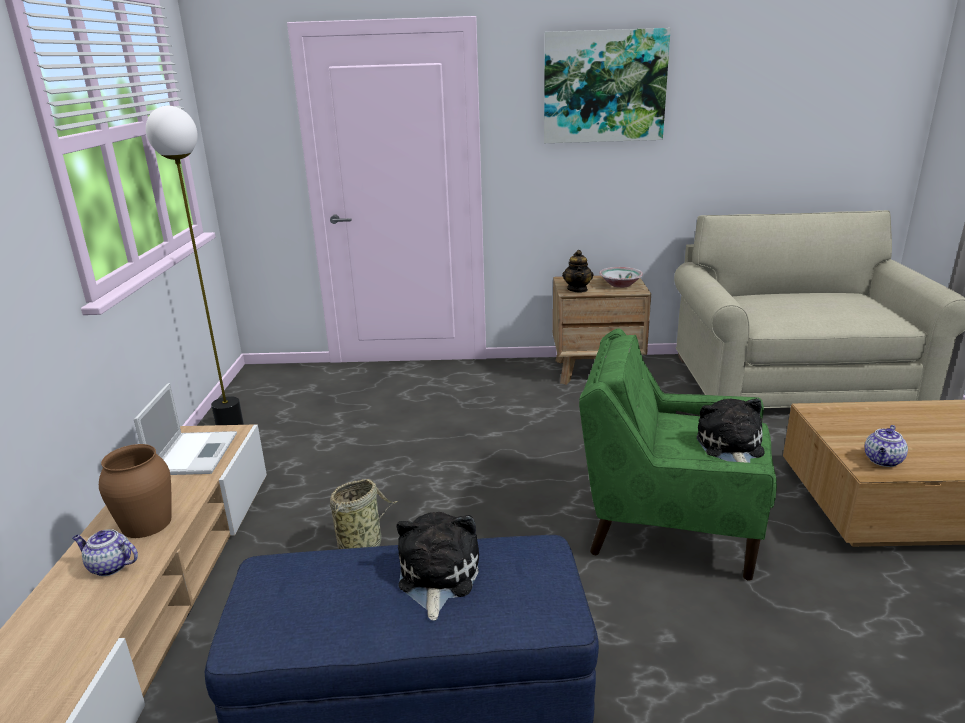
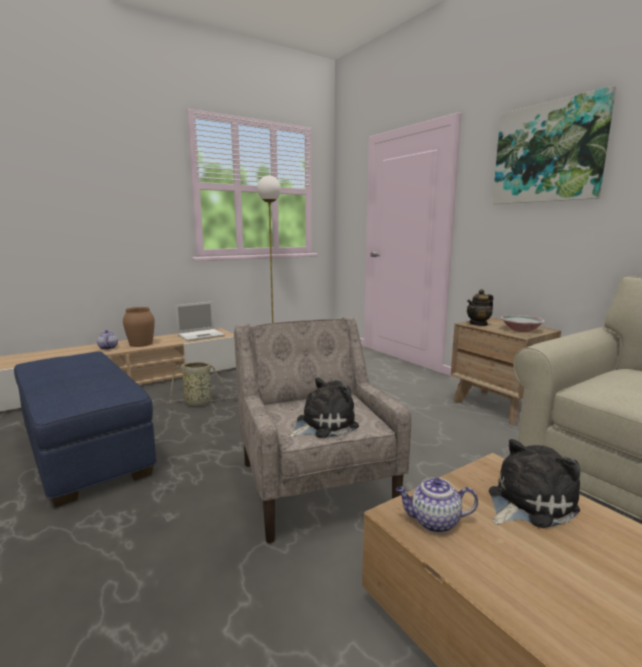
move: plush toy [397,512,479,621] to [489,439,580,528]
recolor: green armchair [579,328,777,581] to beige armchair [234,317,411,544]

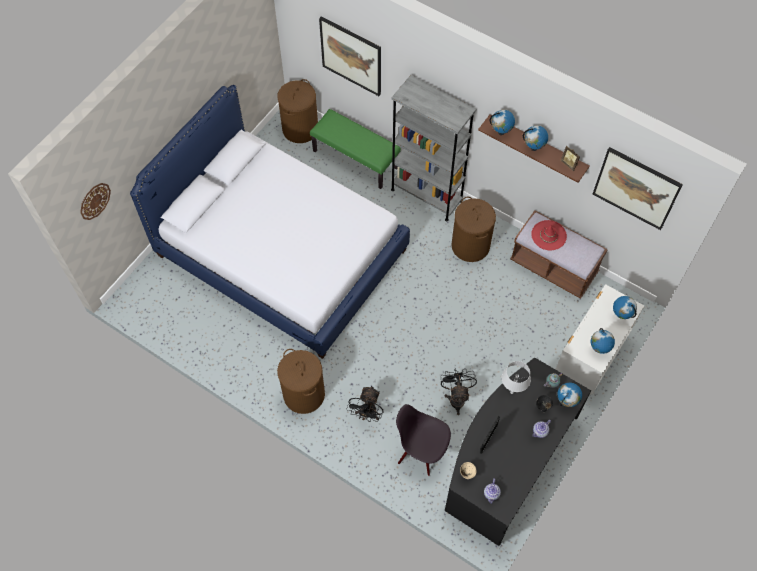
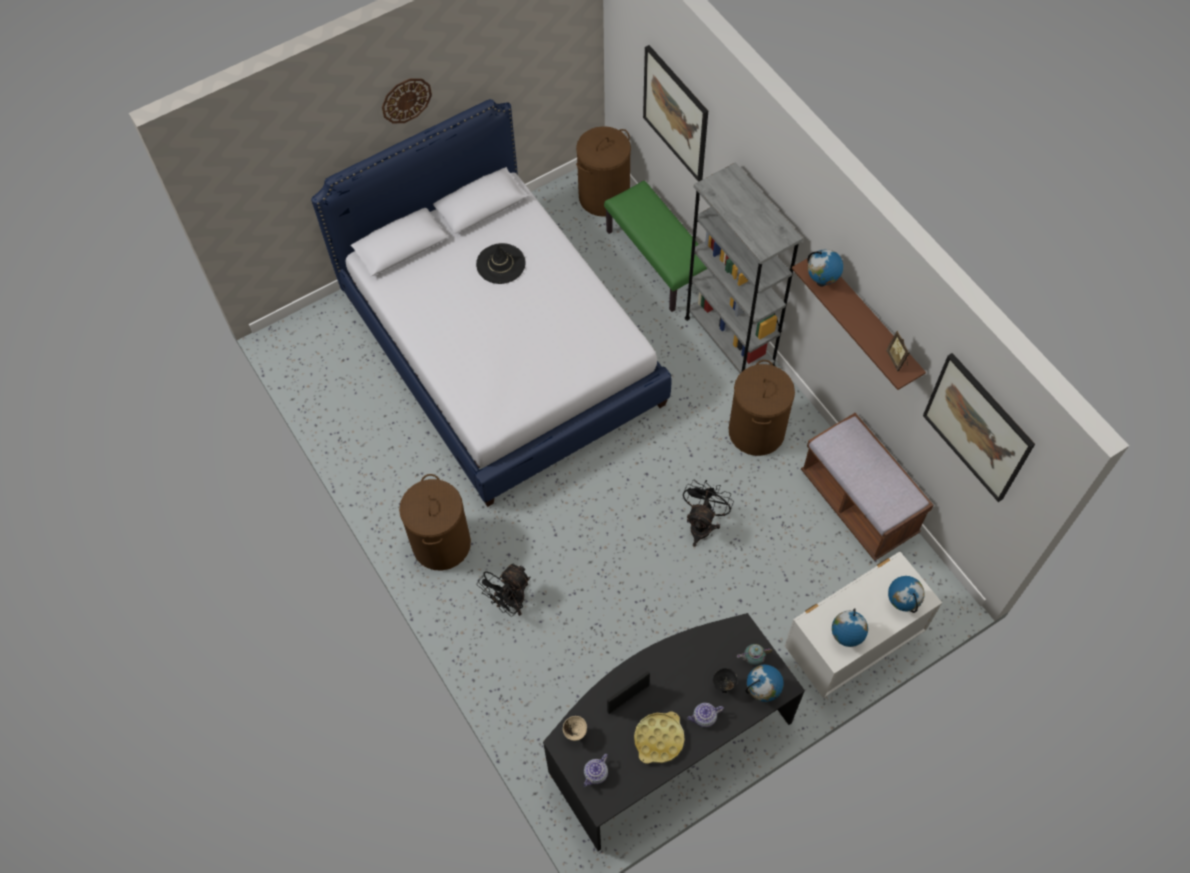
delete: black chair [396,404,451,476]; grey table lamp [502,361,531,394]; globe [523,125,548,151]; red hat [531,220,567,250]
insert: black hat [476,243,526,284]; yellow tray [634,711,685,764]
move: wall clock [80,183,111,220] to [382,78,432,124]; black fan [441,368,477,415] to [683,480,734,547]

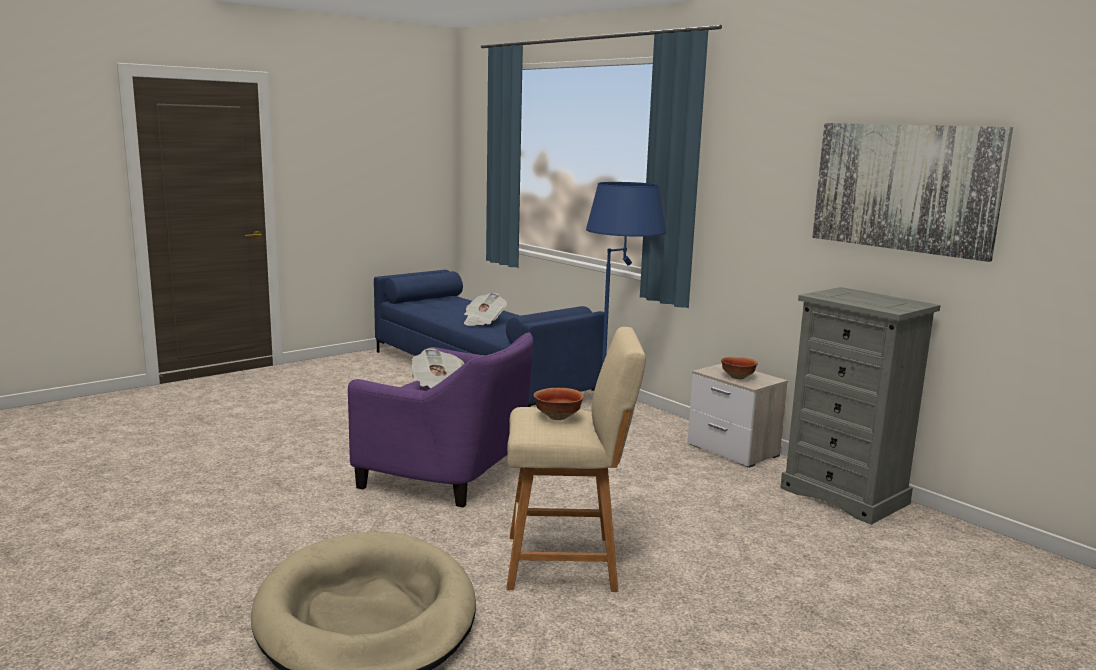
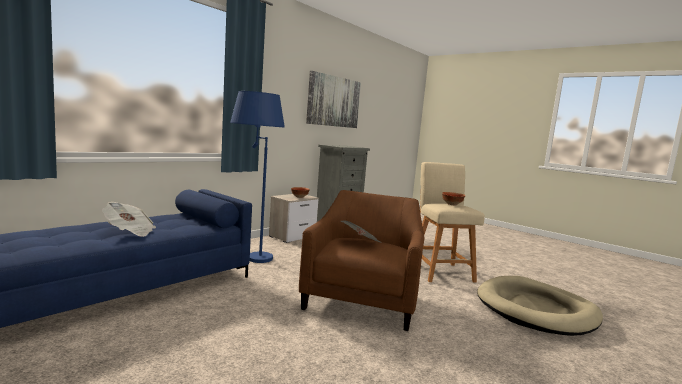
recolor: purple armchair [348,332,533,507] to brown armchair [299,190,425,331]

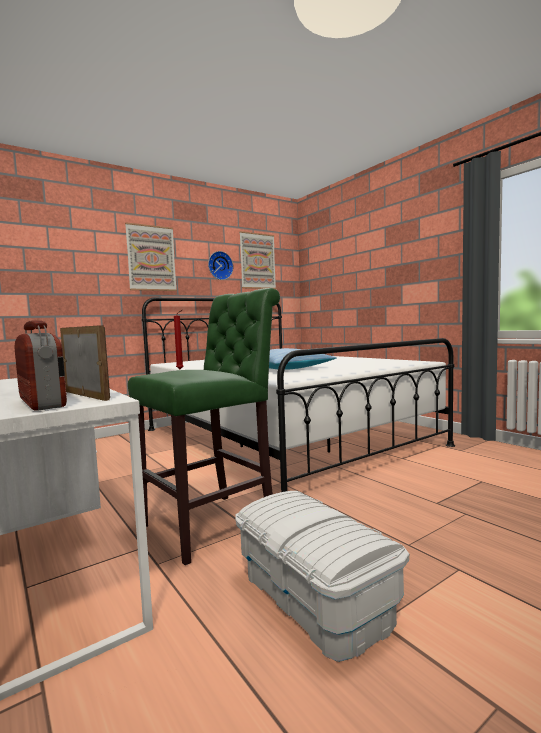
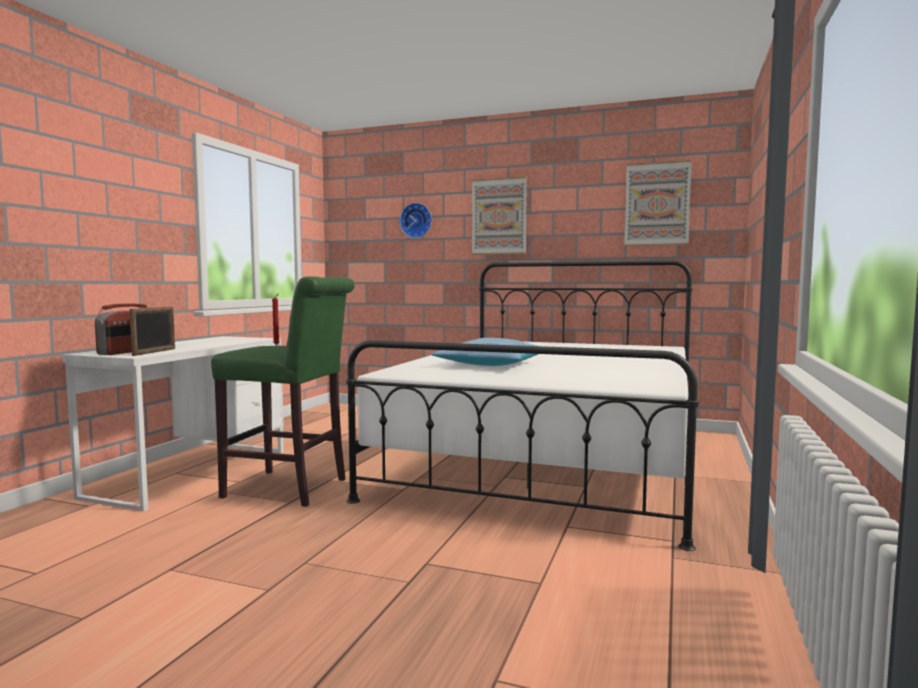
delete: white storage box [235,491,409,662]
move: wall clock [208,251,233,280] to [400,203,432,238]

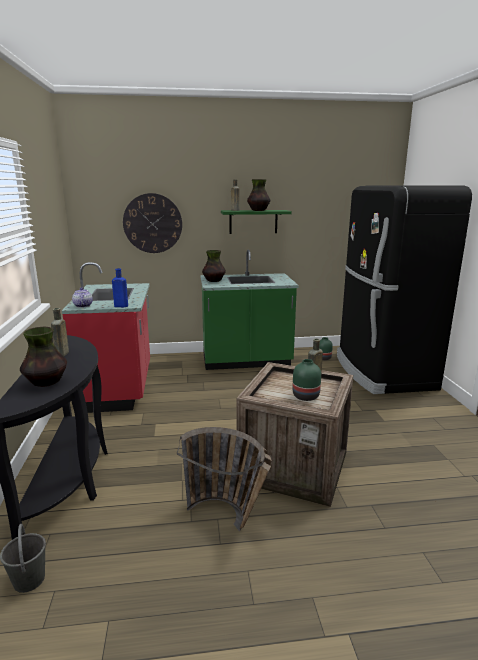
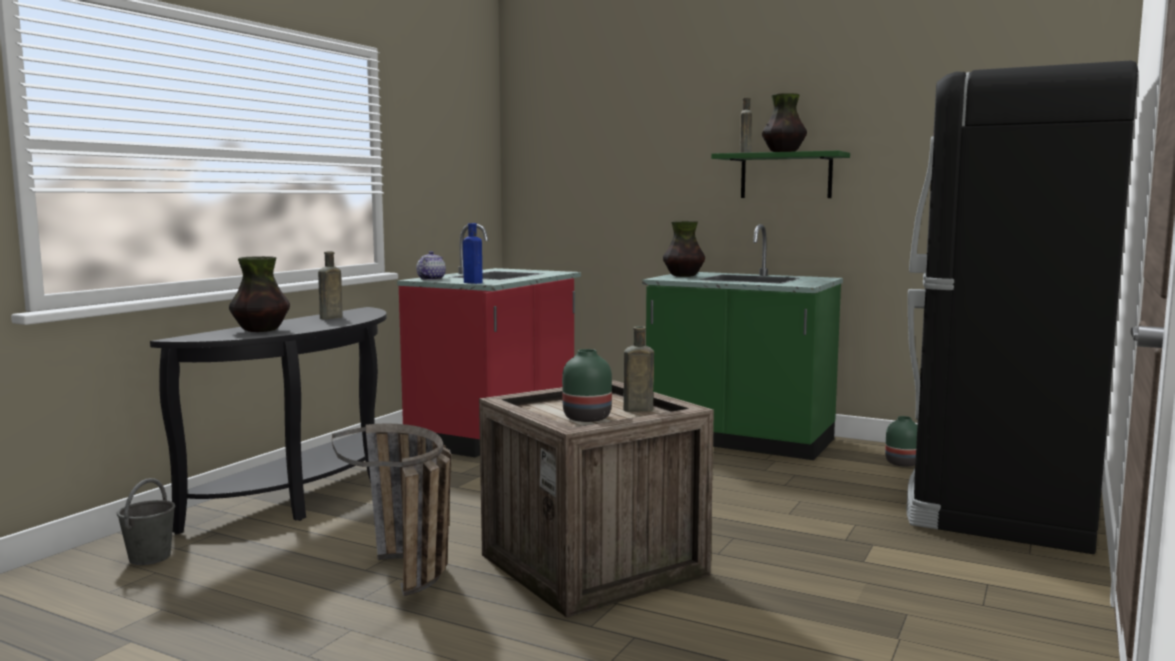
delete: wall clock [123,193,182,253]

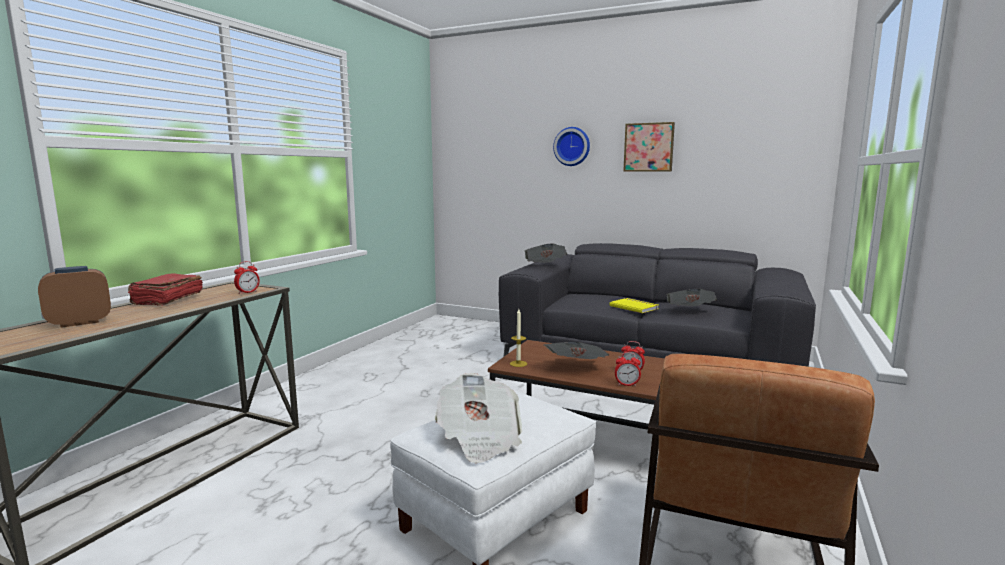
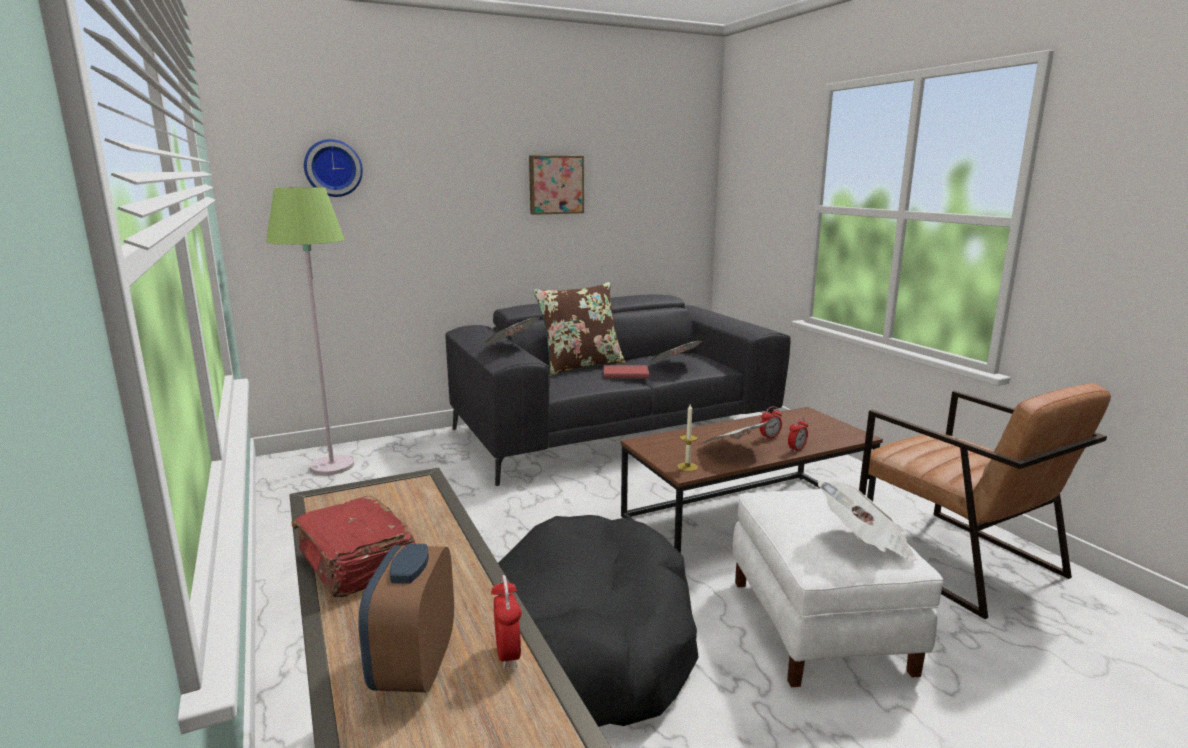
insert: green floor lamp [266,187,354,475]; black dog bed [498,515,699,727]; brown pillow [533,282,625,376]
move: alarm clock [234,261,260,294] to [491,575,522,669]; wall clock [553,127,590,166] to [304,139,363,197]
recolor: yellow book [609,298,659,313] to red book [604,365,649,378]

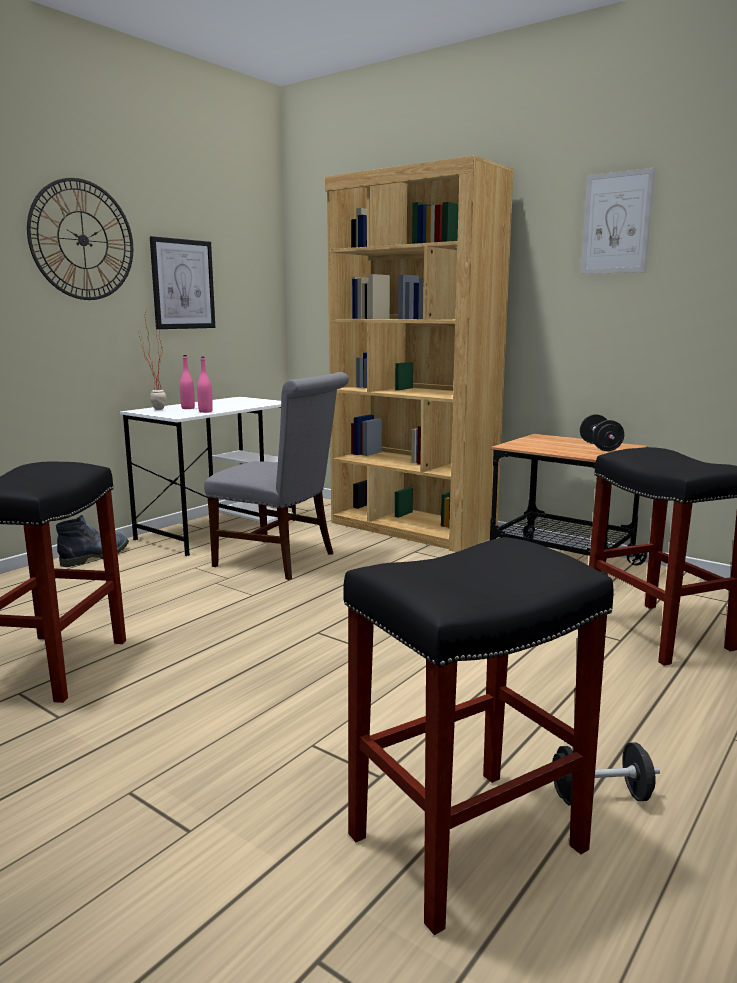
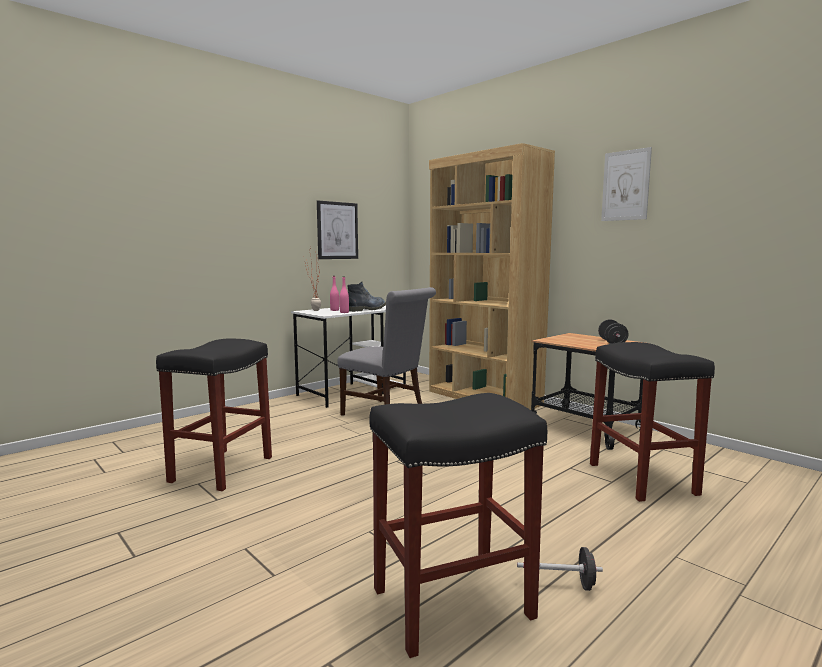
delete: wall clock [27,178,133,300]
move: boot [56,515,129,567] to [347,282,386,312]

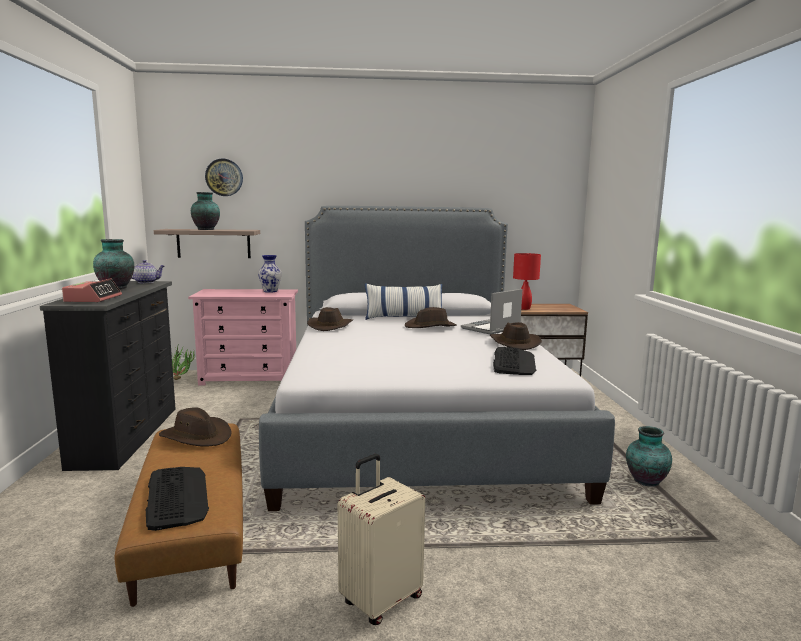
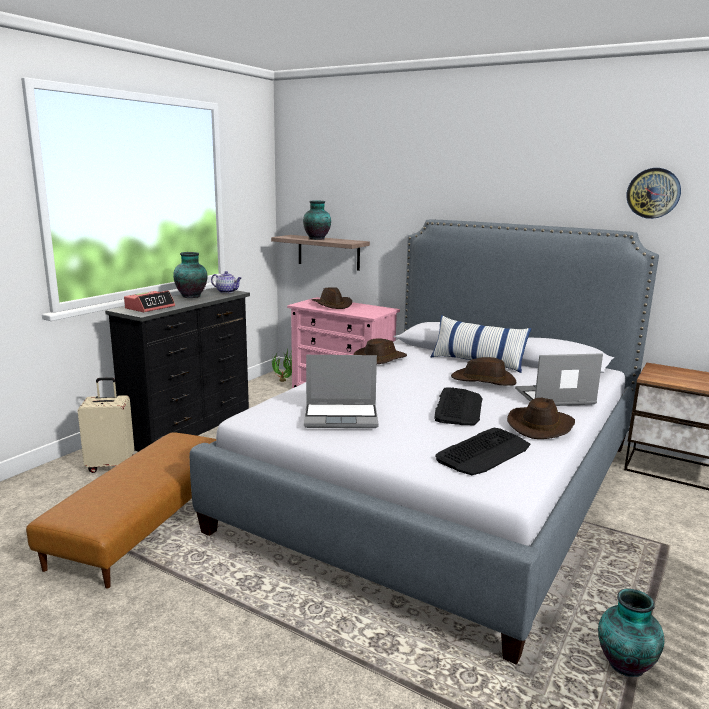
delete: vase [258,255,282,293]; red table lamp [513,253,541,310]
insert: laptop [304,355,379,428]
move: keyboard [146,467,209,531] to [434,387,483,425]; brown hat [159,407,231,447] to [312,287,352,309]; wall clock [205,159,243,196] to [626,168,681,219]; beige suitcase [338,454,425,625] to [77,377,134,473]

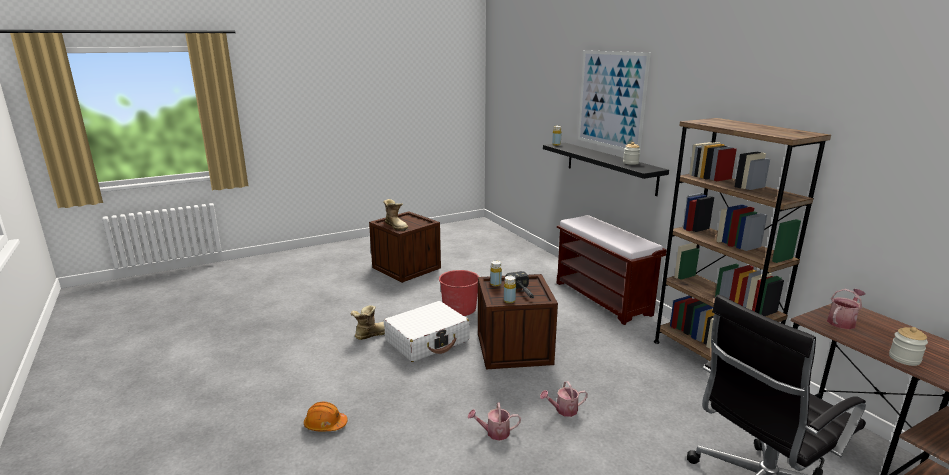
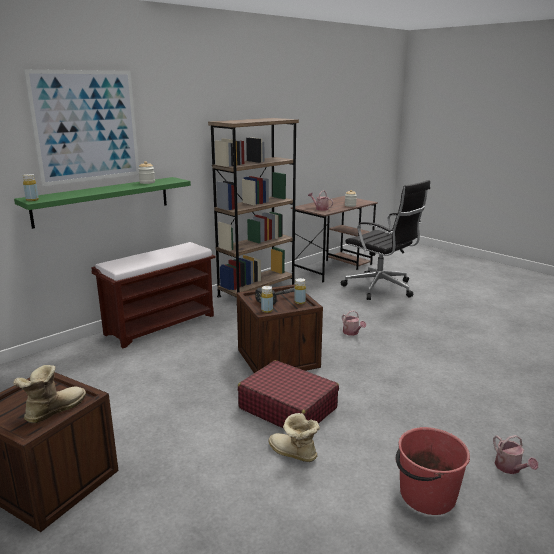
delete: orange hard hat [304,402,348,432]
move: red bucket [439,270,479,316] to [396,427,470,515]; watering can [468,403,521,441] to [493,435,538,474]
recolor: white suitcase [384,301,470,362] to red suitcase [238,360,339,429]; black shelf [543,143,669,196] to green shelf [14,177,191,229]

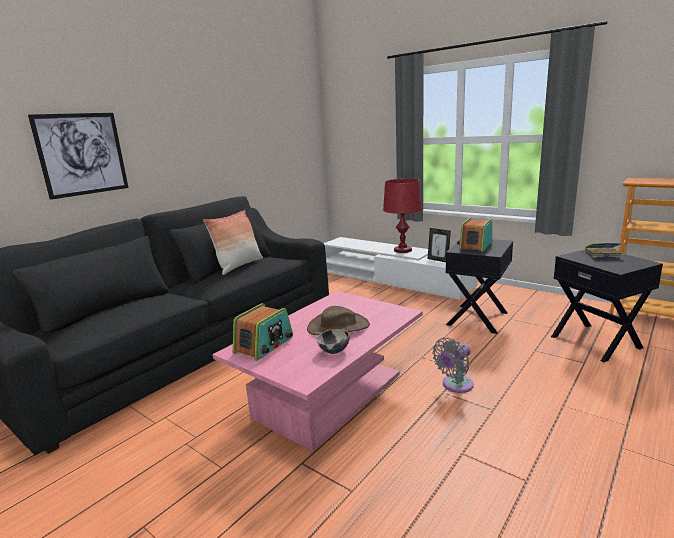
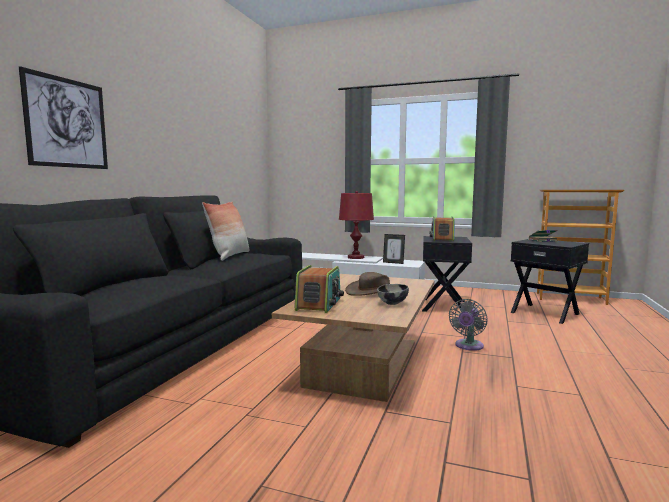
recolor: pink coffee table [212,291,423,451] to brown coffee table [272,274,435,402]

